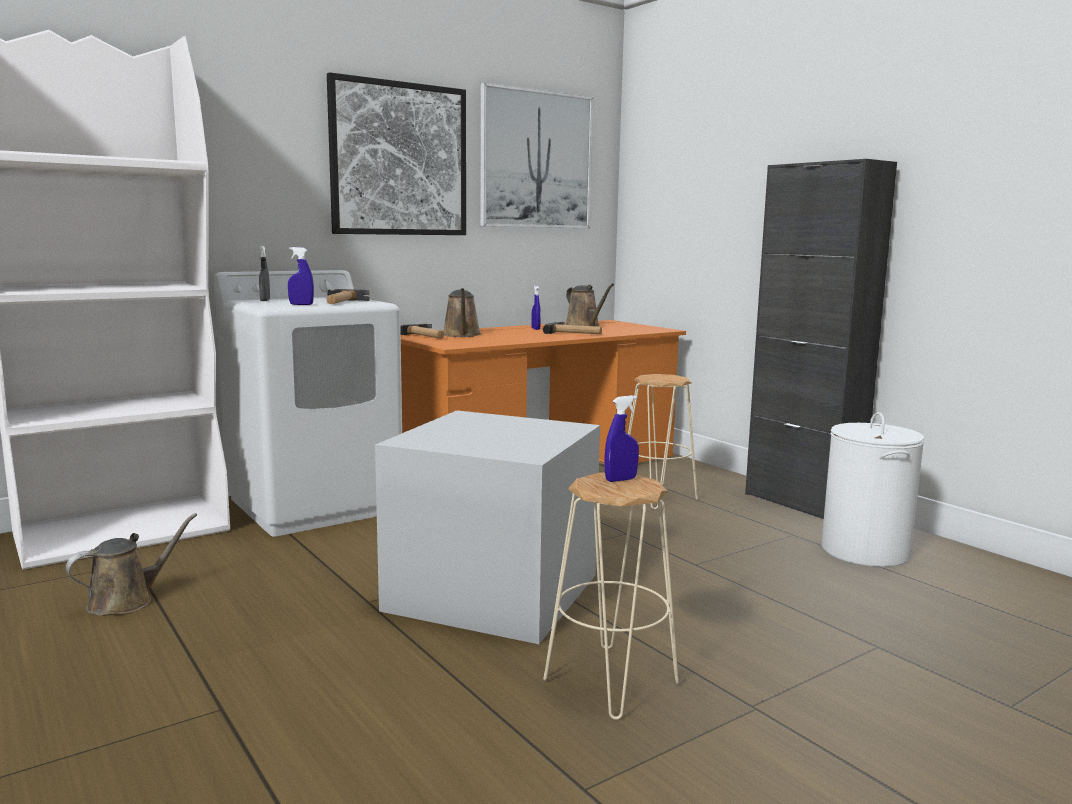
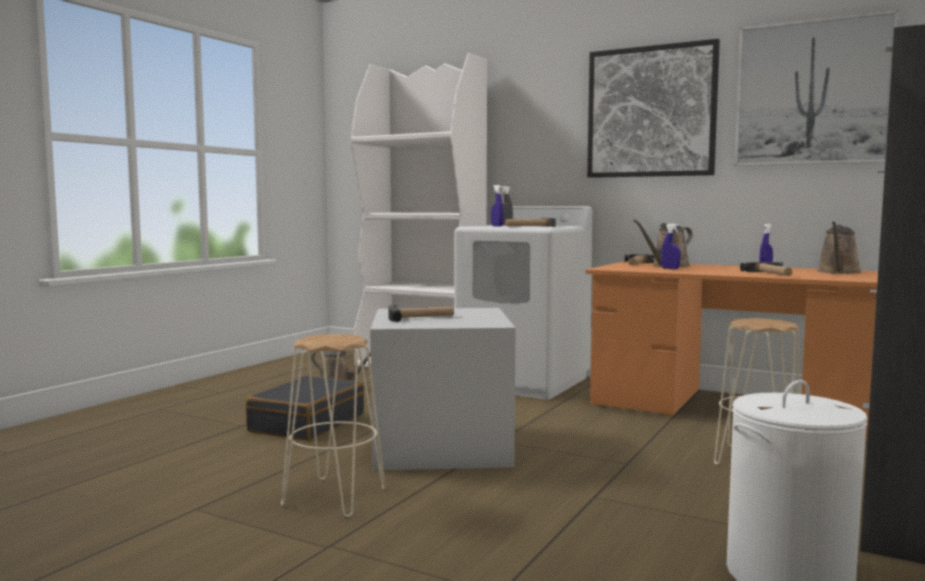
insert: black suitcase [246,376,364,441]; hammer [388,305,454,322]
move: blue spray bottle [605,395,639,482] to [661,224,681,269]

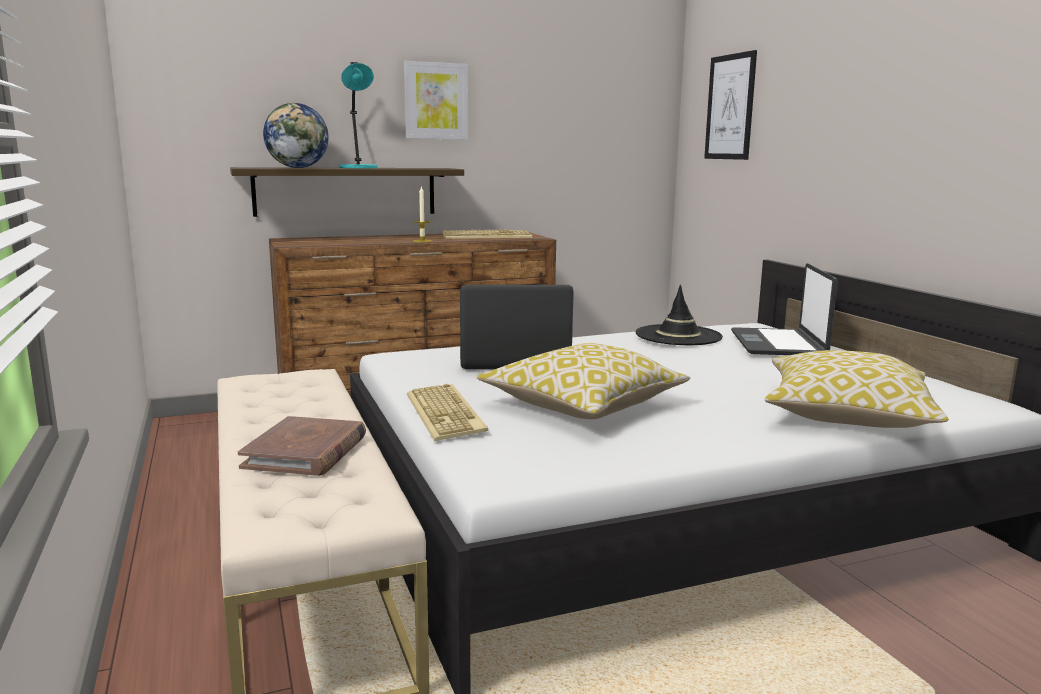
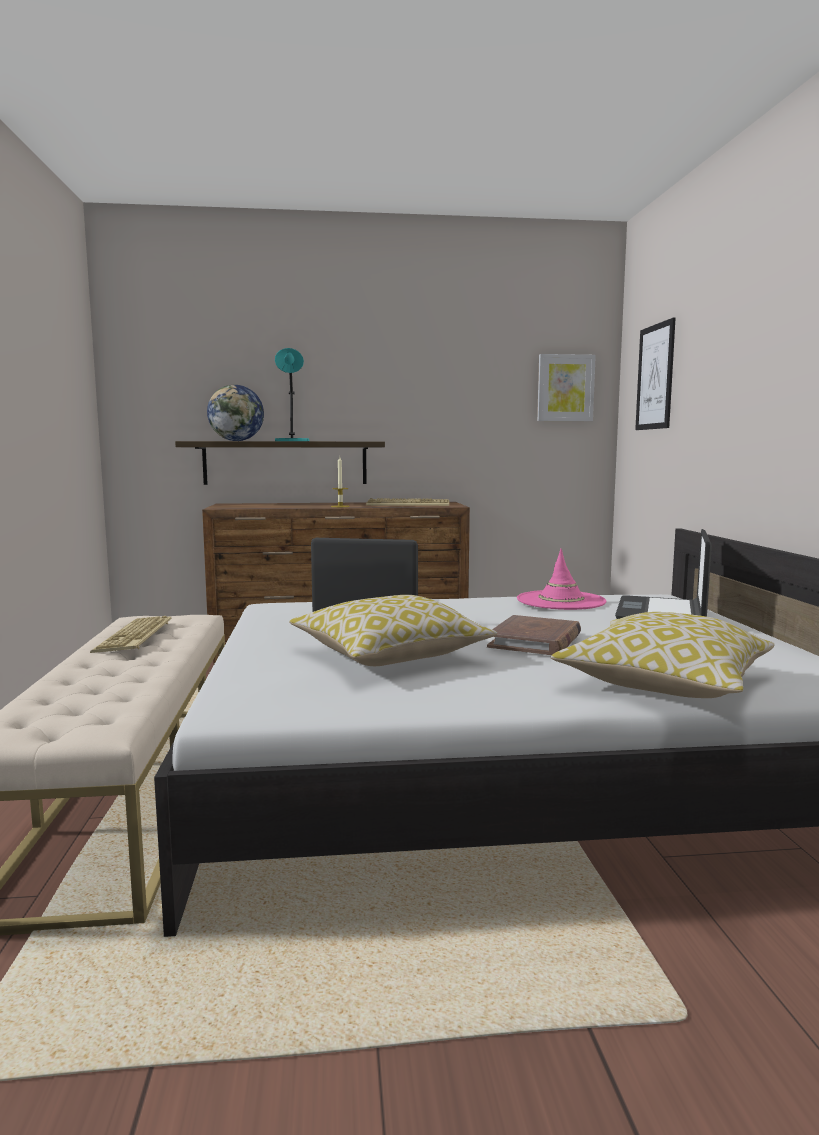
move: brown book [238,416,366,476] to [487,615,581,655]; picture [404,61,468,140] to [537,354,596,421]; keyboard [407,384,488,441] to [90,616,172,653]
recolor: black hat [635,285,723,345] to pink hat [517,549,607,610]

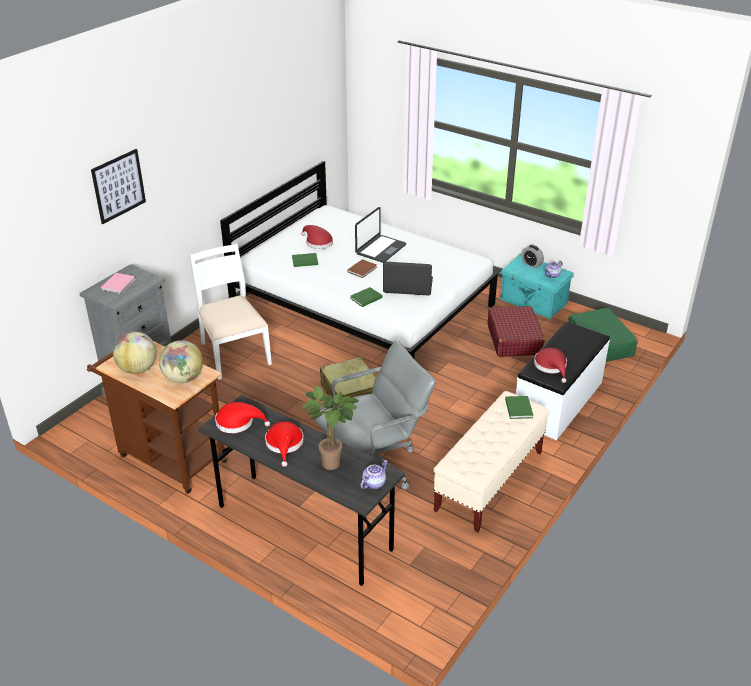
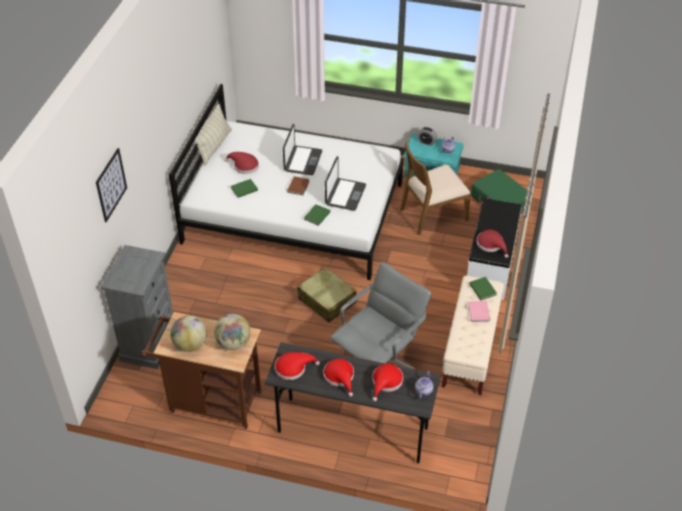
delete: white chair [190,244,272,380]
insert: pillow [194,104,232,165]
move: pink book [101,273,135,294] to [468,301,490,322]
replace: potted plant [302,386,359,470] to red hat [372,364,403,401]; red suitcase [488,306,545,357] to brown chair [400,142,471,235]
rotate: laptop [383,262,433,295] = [325,156,366,211] 120 degrees clockwise

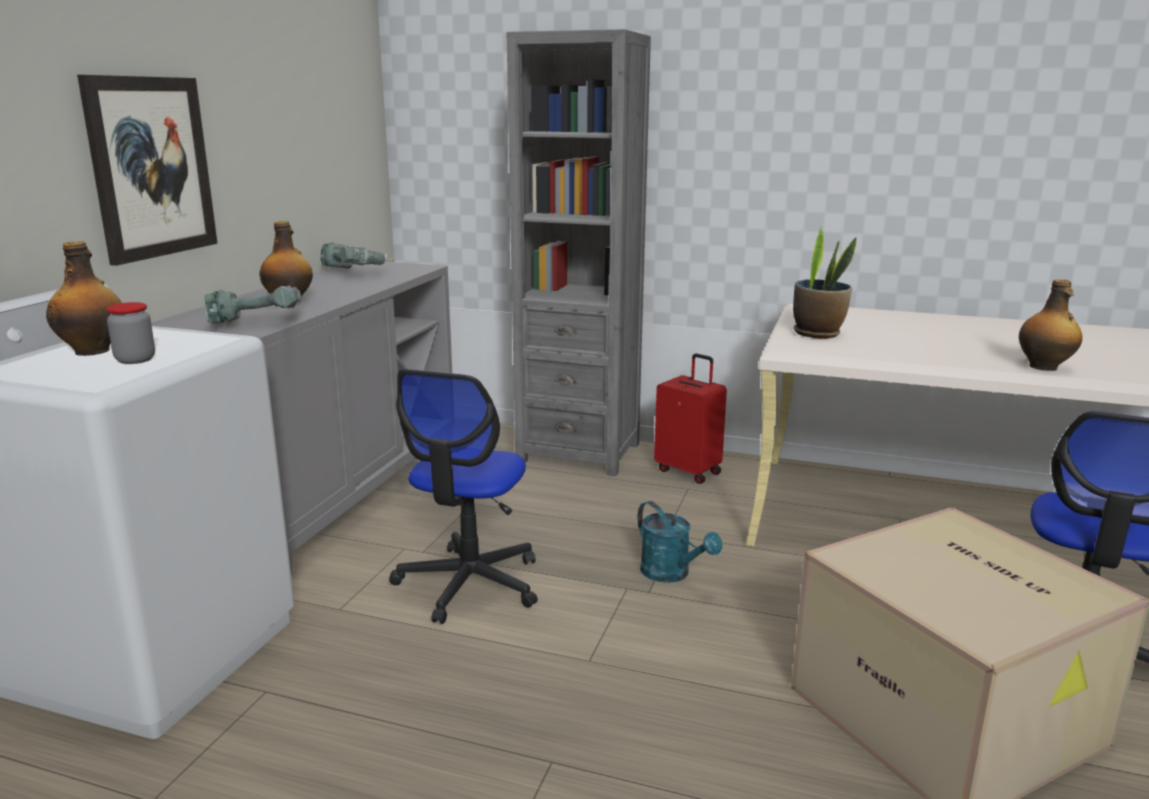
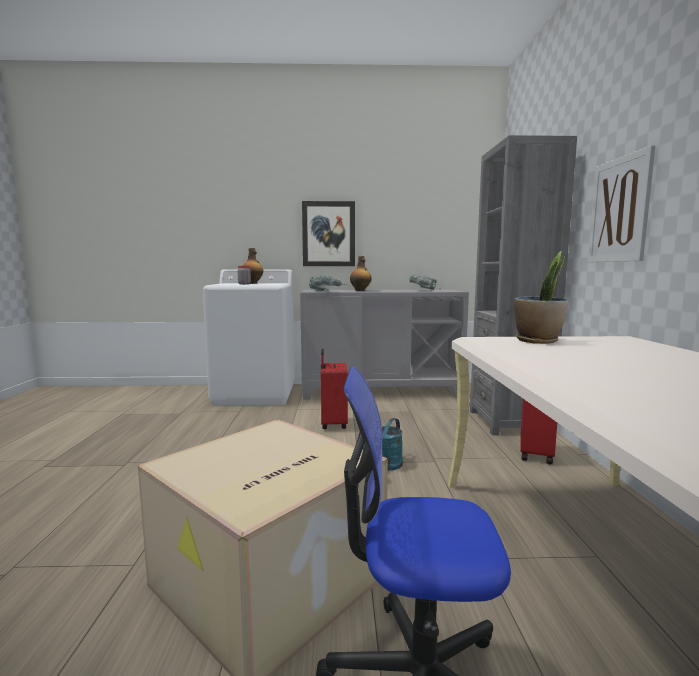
delete: bottle [1019,279,1082,371]
insert: picture [588,145,655,262]
replace: office chair [389,369,538,624] to red suitcase [321,349,348,429]

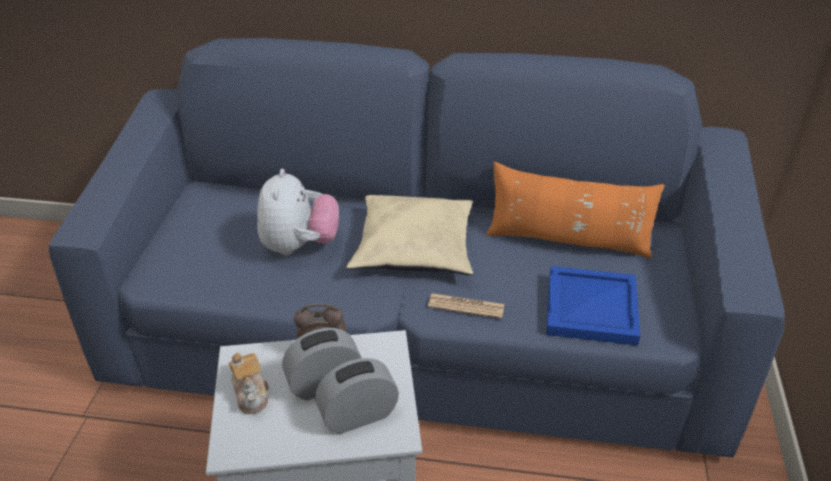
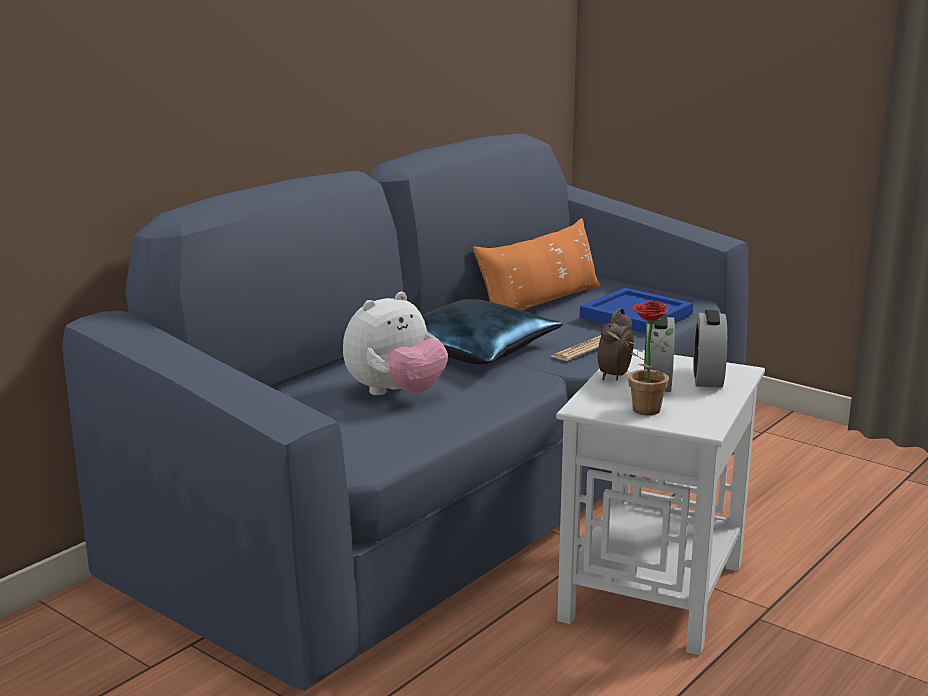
replace: teapot [229,351,269,414] to potted plant [607,301,673,415]
recolor: beige pillow [346,195,473,275] to blue pillow [422,299,563,364]
rotate: plush toy [257,169,339,255] = [343,292,448,395] 105 degrees clockwise

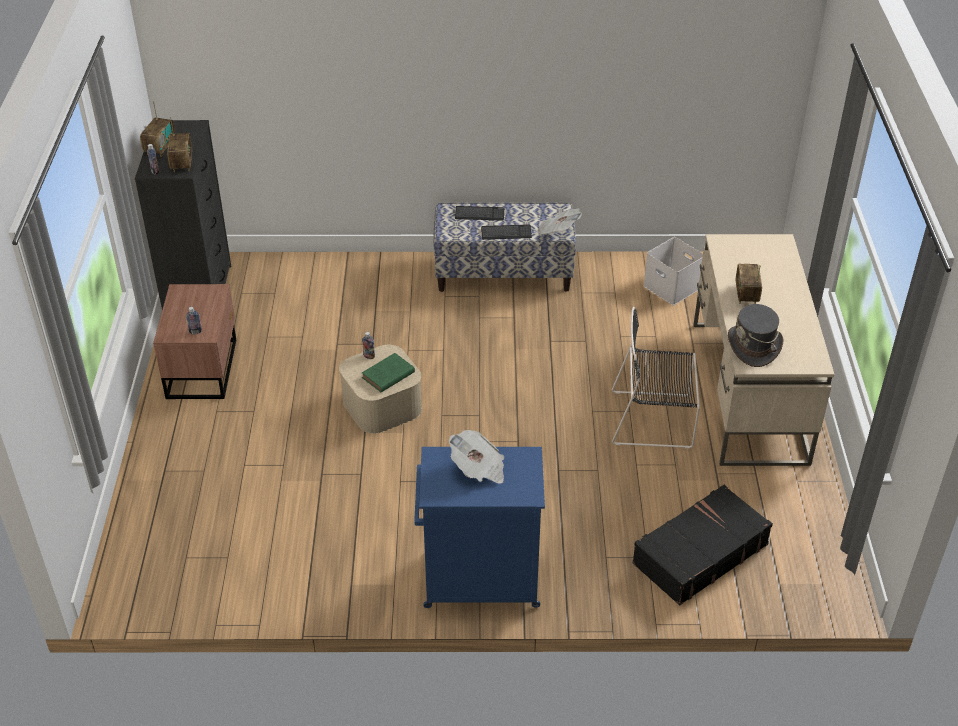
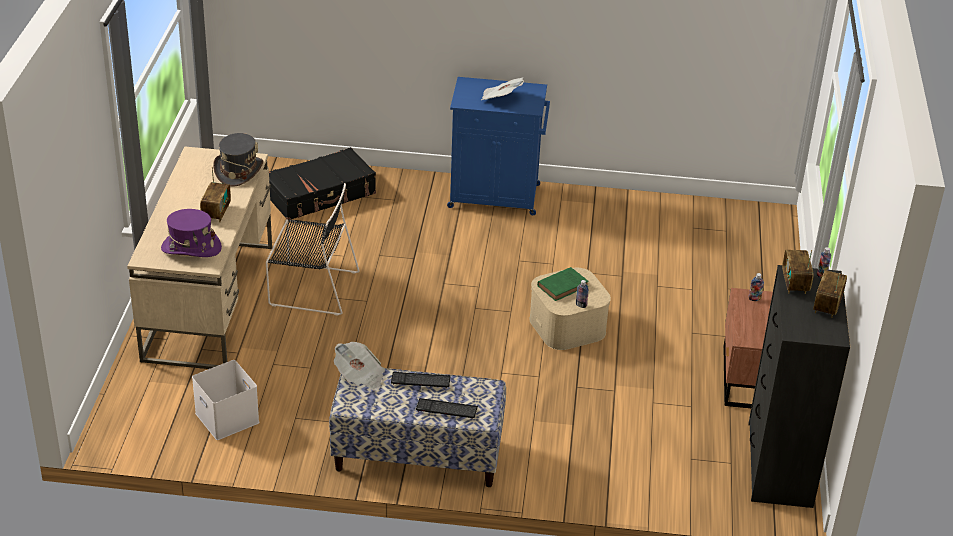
insert: purple hat [161,209,222,257]

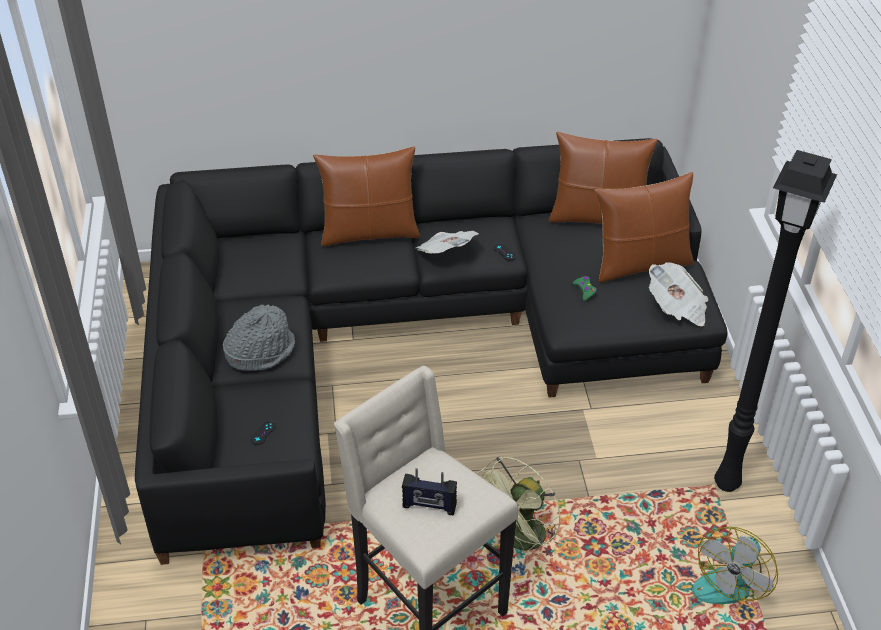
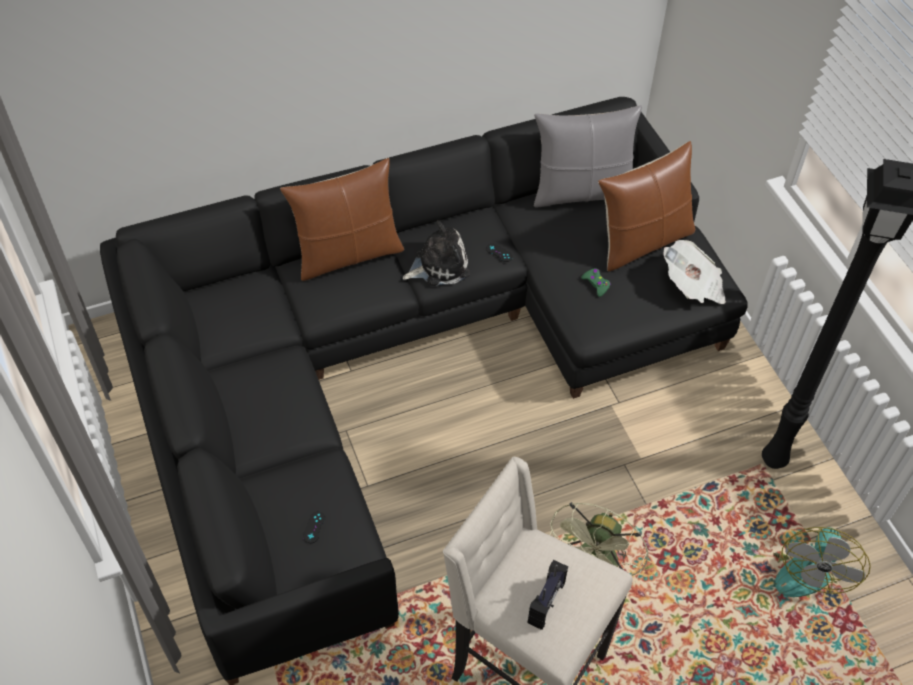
delete: grey hat [223,305,295,371]
replace: newspaper [416,231,479,253] to plush toy [402,220,470,286]
recolor: brown pillow [549,132,658,224] to grey pillow [534,105,642,207]
rotate: radio [402,468,457,515] = [528,560,568,630] 60 degrees counterclockwise

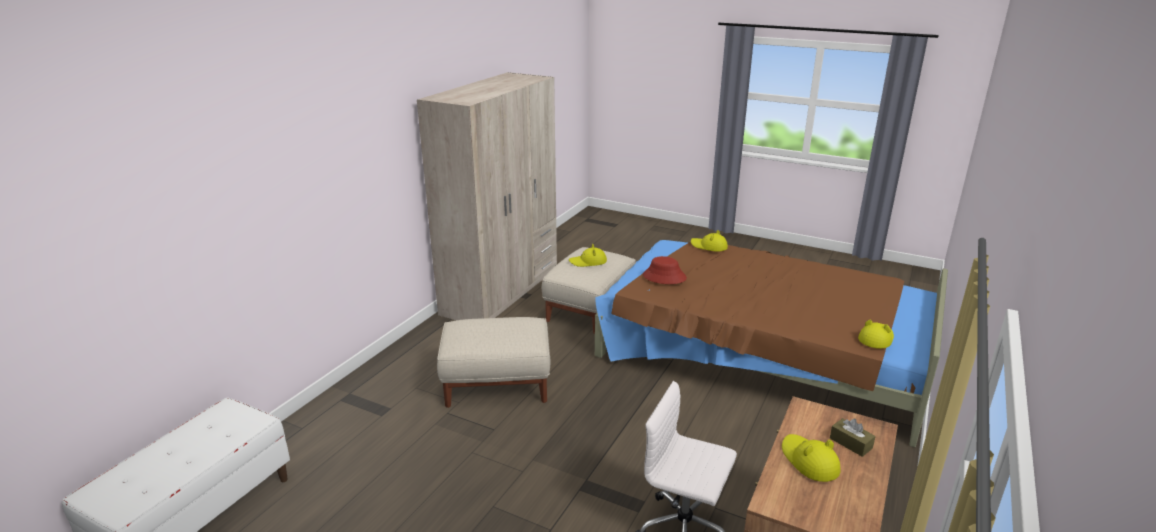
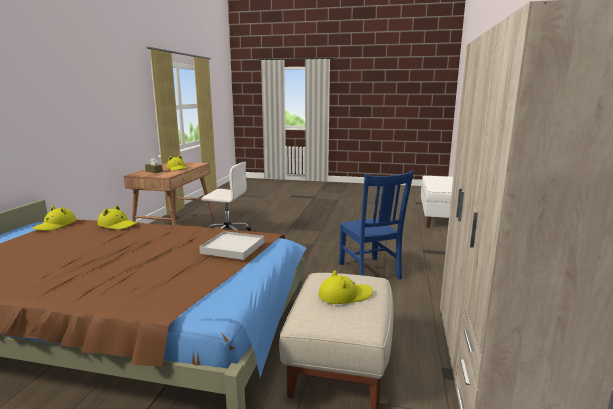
move: yellow hat [691,230,728,252] to [97,205,137,230]
replace: beige ottoman [437,317,550,408] to blue chair [339,171,414,279]; red hat [643,256,687,284] to white tray [199,231,264,260]

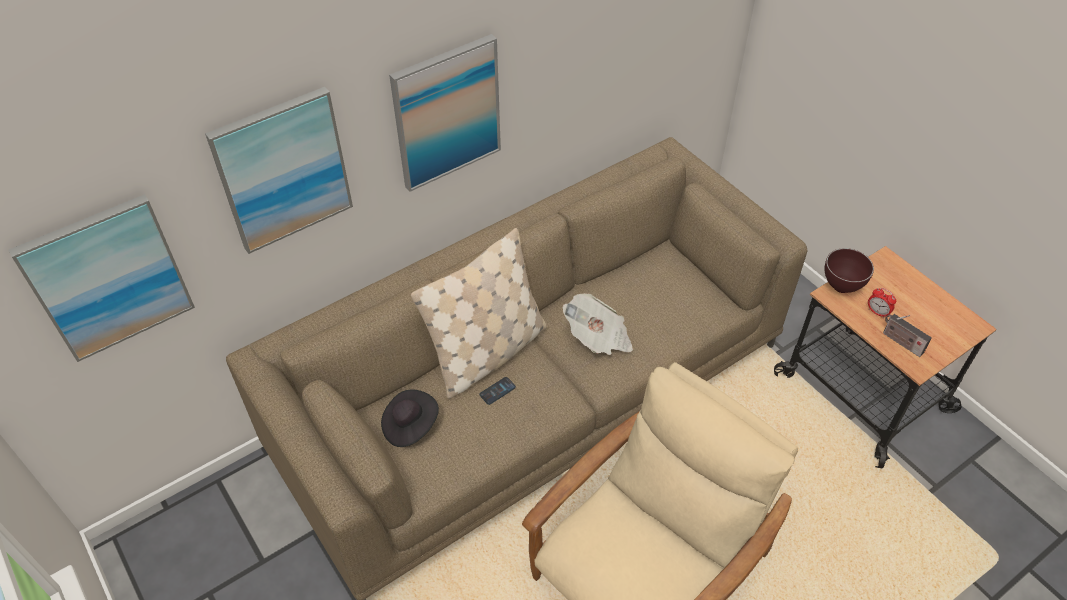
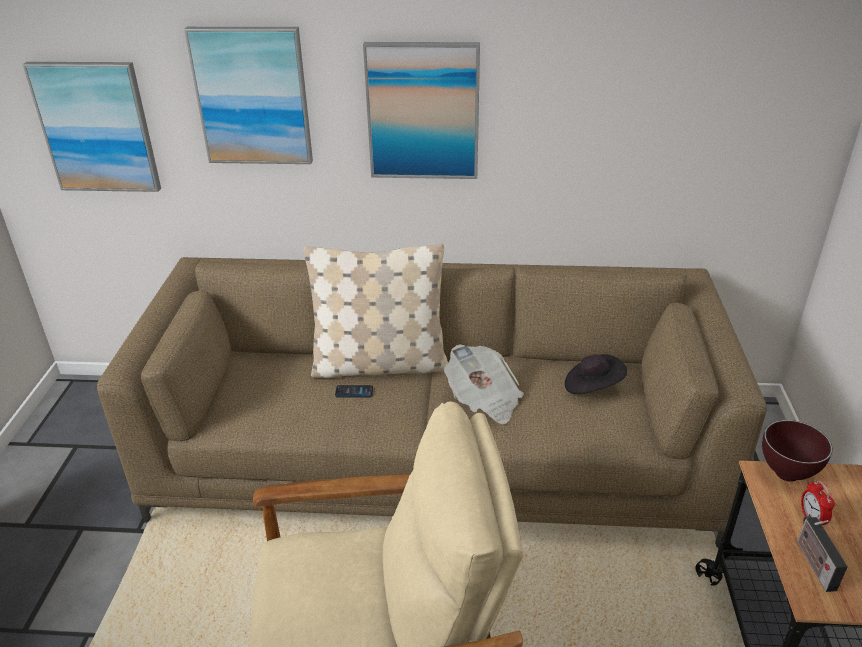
move: black hat [381,389,439,447] to [565,354,627,394]

